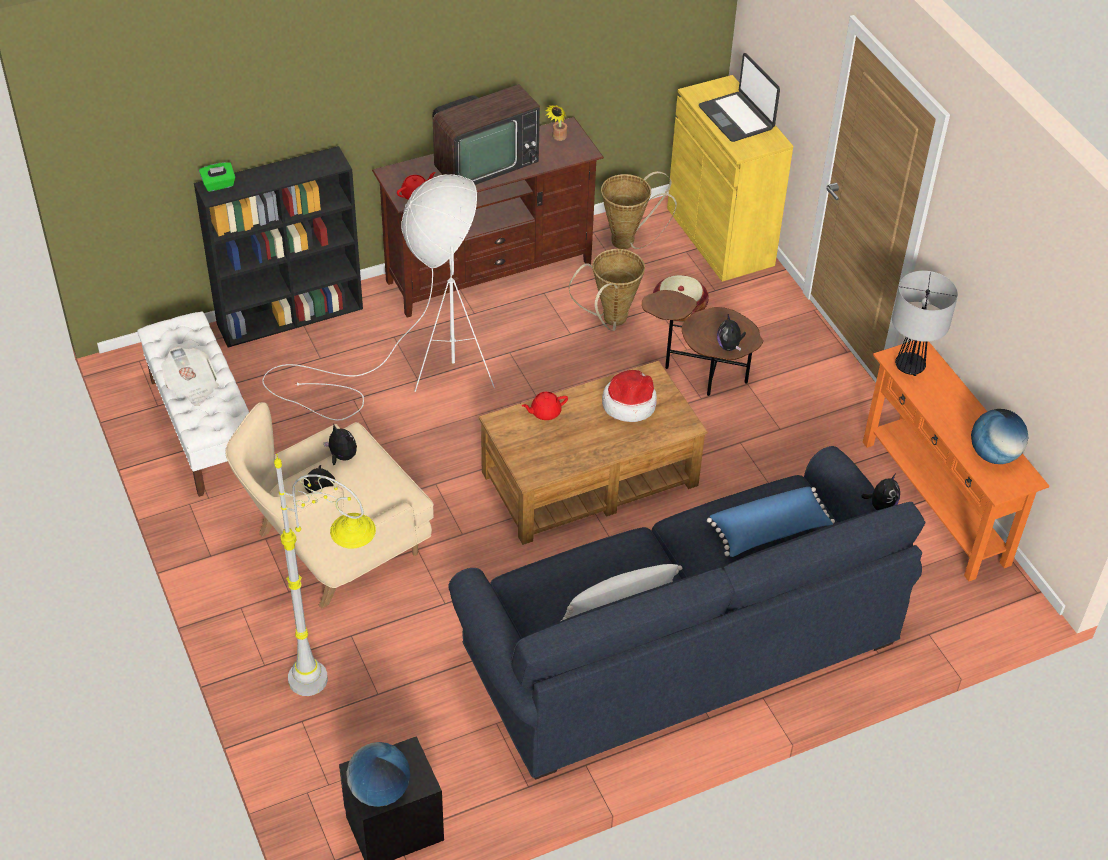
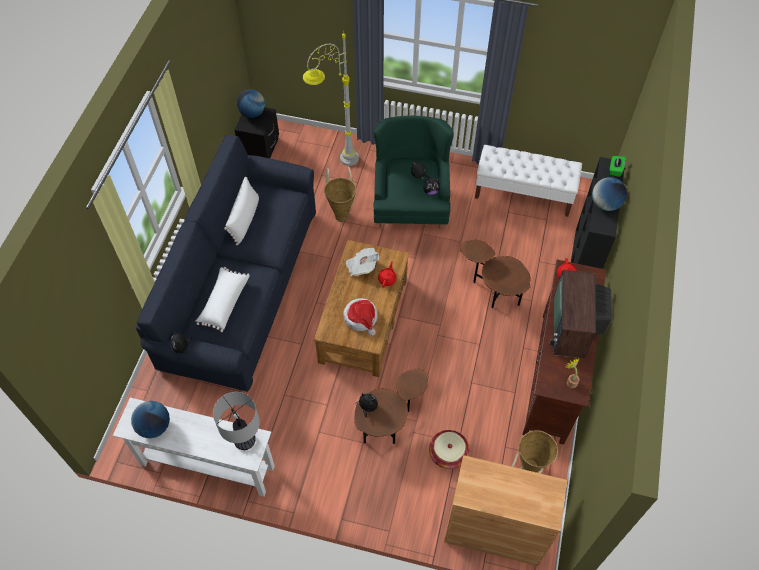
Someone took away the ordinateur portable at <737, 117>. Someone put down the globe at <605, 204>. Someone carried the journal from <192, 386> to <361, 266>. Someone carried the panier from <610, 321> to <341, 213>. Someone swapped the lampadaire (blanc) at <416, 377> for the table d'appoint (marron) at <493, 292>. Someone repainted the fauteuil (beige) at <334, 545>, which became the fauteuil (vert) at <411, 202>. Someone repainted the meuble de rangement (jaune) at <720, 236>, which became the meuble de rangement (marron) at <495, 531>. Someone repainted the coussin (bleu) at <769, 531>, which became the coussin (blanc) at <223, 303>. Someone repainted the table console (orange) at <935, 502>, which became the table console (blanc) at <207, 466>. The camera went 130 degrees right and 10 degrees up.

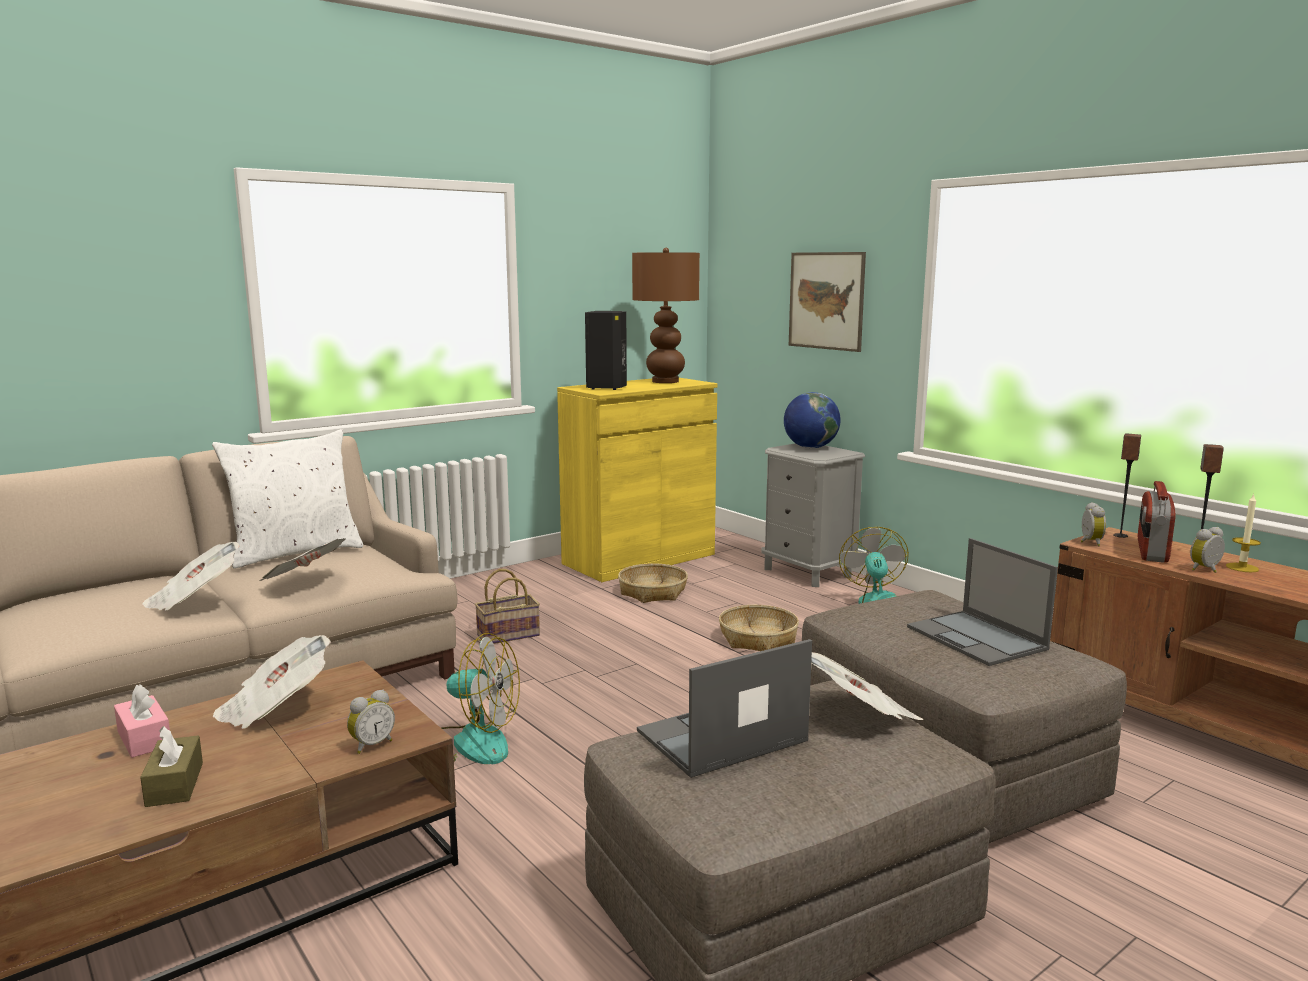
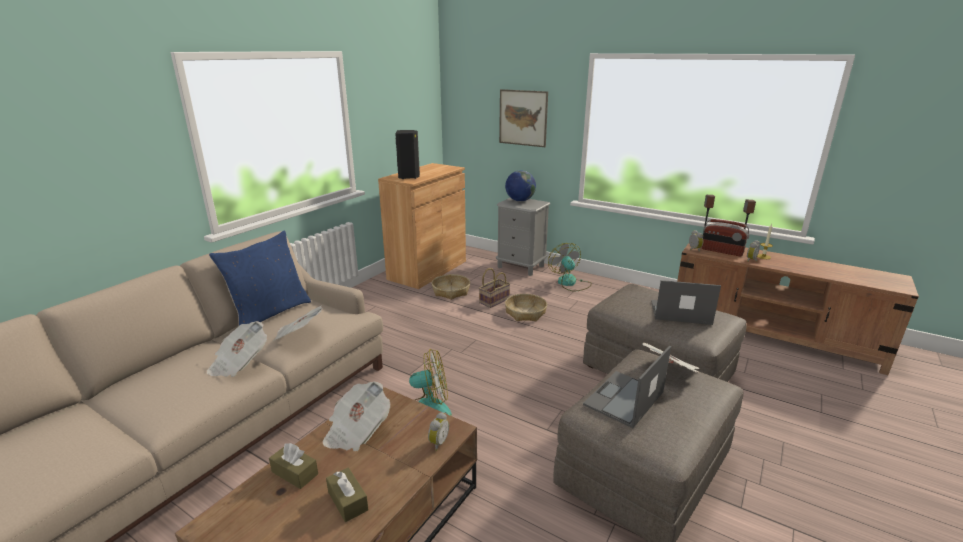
Someone took away the lampe de table (marron) at <665, 381>. Someone carried the panier from <509, 634> to <494, 300>. Someone repainted the boîte à mouchoirs (rose) at <144, 738>, which became the boîte à mouchoirs (marron) at <295, 473>. Someone repainted the coussin (blanc) at <295, 552>, which became the coussin (bleu) at <269, 313>. Someone repainted the meuble de rangement (jaune) at <639, 559>, which became the meuble de rangement (marron) at <427, 270>. Someone rotated the ordinateur portable at <977, 638> by 150 degrees clockwise. Someone rotated the radio at <1151, 551> by 60 degrees counterclockwise. The camera went 20 degrees left and 10 degrees up.

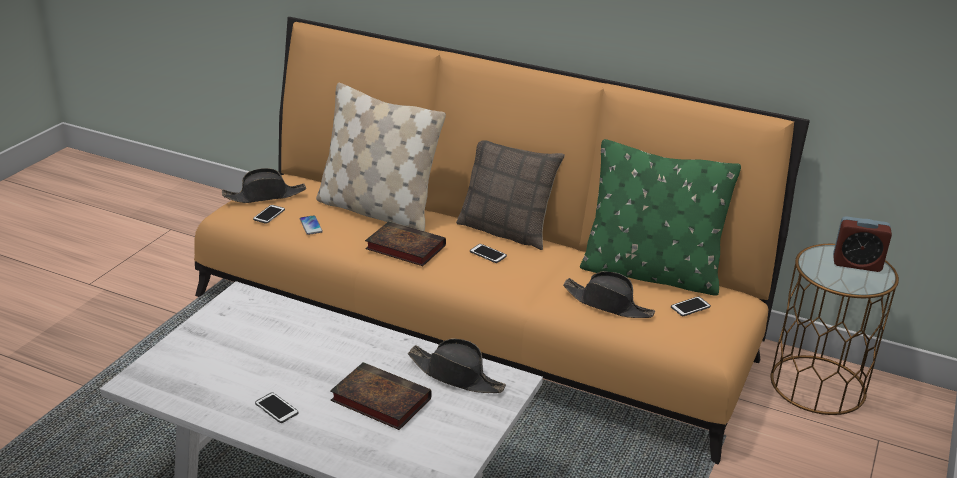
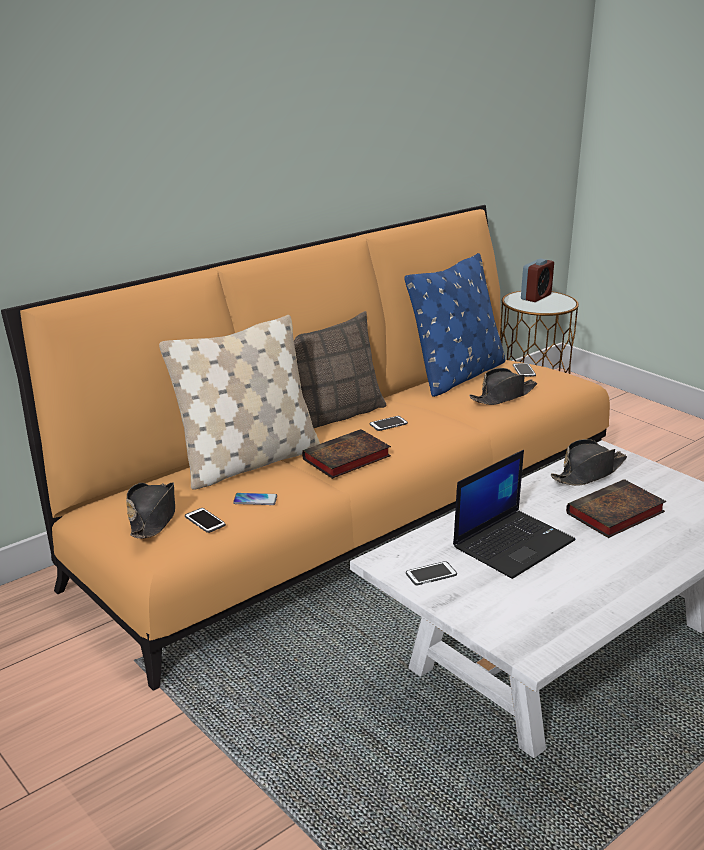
Someone put down the ordinateur portable at <513, 543>. Someone carried the téléphone from <276, 408> to <431, 574>. Someone repainted the coussin (vert) at <650, 273>, which became the coussin (bleu) at <457, 376>. The camera went 65 degrees left and 5 degrees down.

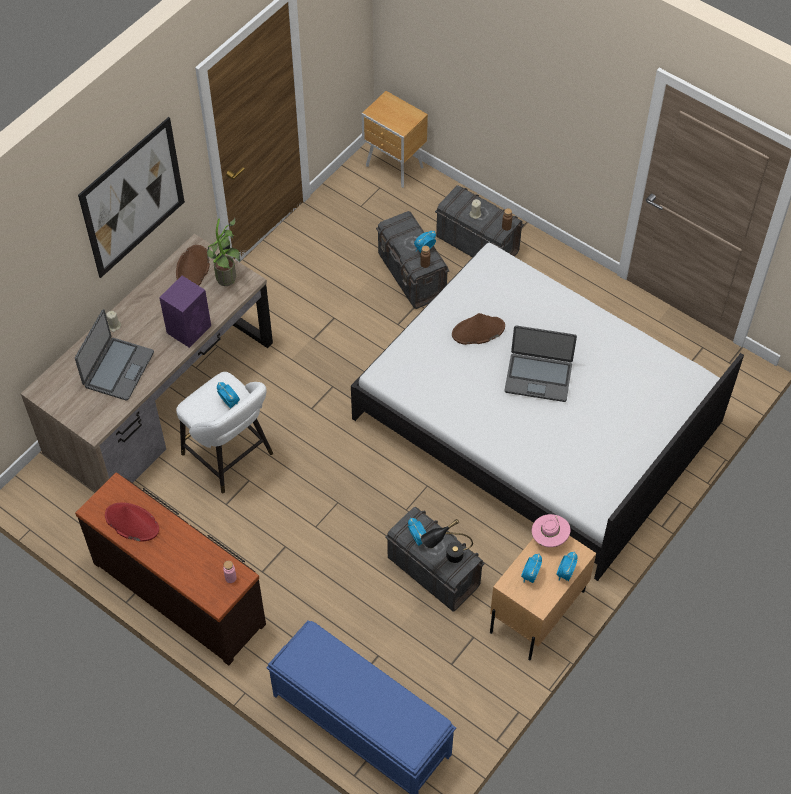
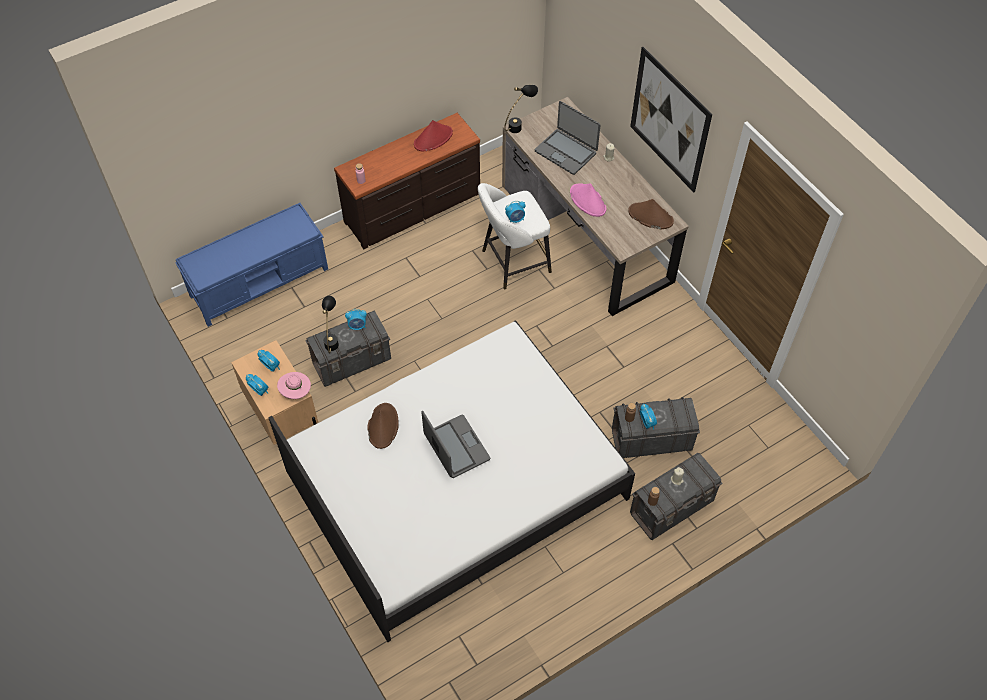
Someone took away the plante en pot at <228, 280>. Someone took away the table de chevet (marron) at <395, 168>. Someone put down the lampe de table (noir) at <519, 125>. Someone carried the chapeau (marron) from <478, 331> to <383, 426>. Someone swapped the enceinte (violet) at <189, 328> for the chapeau (rose) at <588, 201>. Someone rotated the ordinateur portable at <538, 377> by 120 degrees clockwise. The camera went 110 degrees right and 0 degrees up.

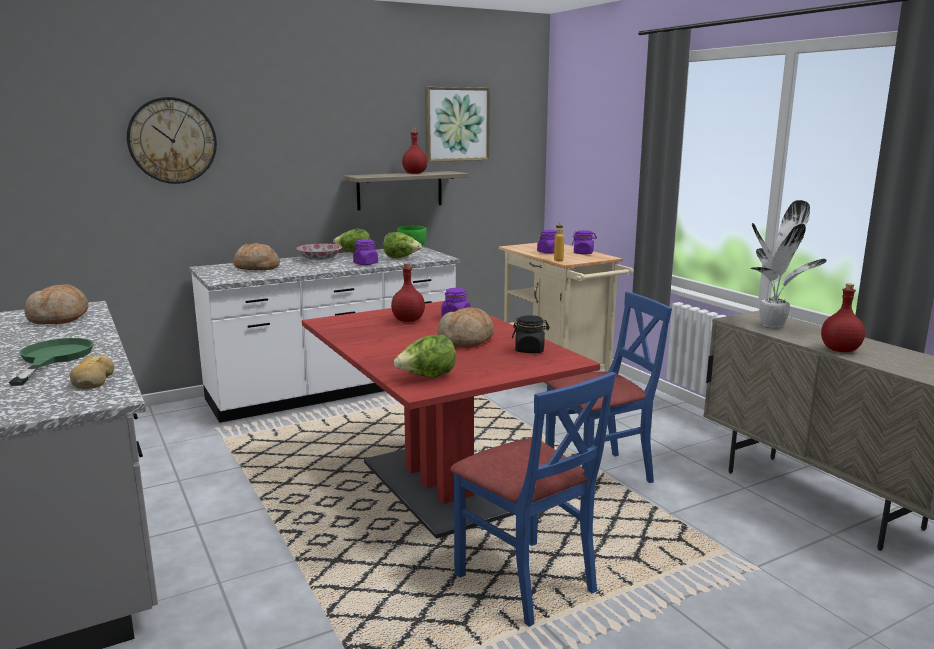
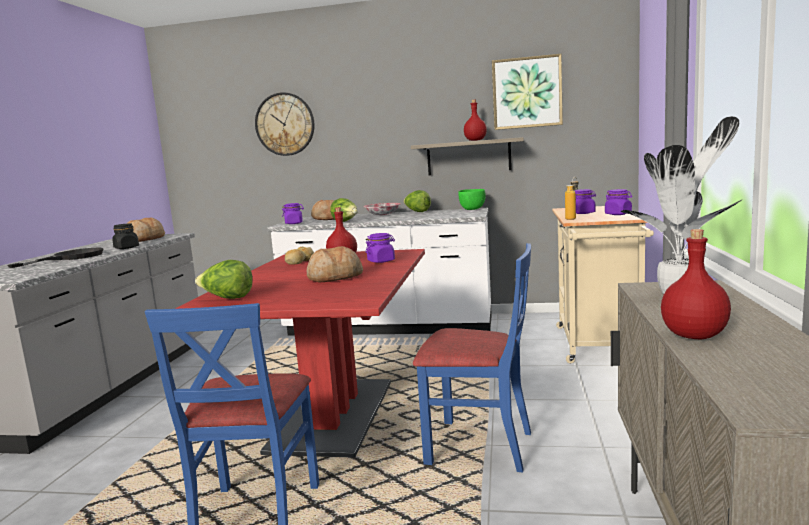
Someone carried the pain from <93, 381> to <299, 261>. Someone carried the bocal (violet) from <366, 264> to <294, 223>. Someone carried the laitue from <401, 258> to <345, 221>. Someone carried the bocal (noir) from <530, 350> to <126, 248>. Someone repainted the poêle (vert) at <52, 358>, which became the poêle (noir) at <70, 258>. The camera went 40 degrees right and 5 degrees down.

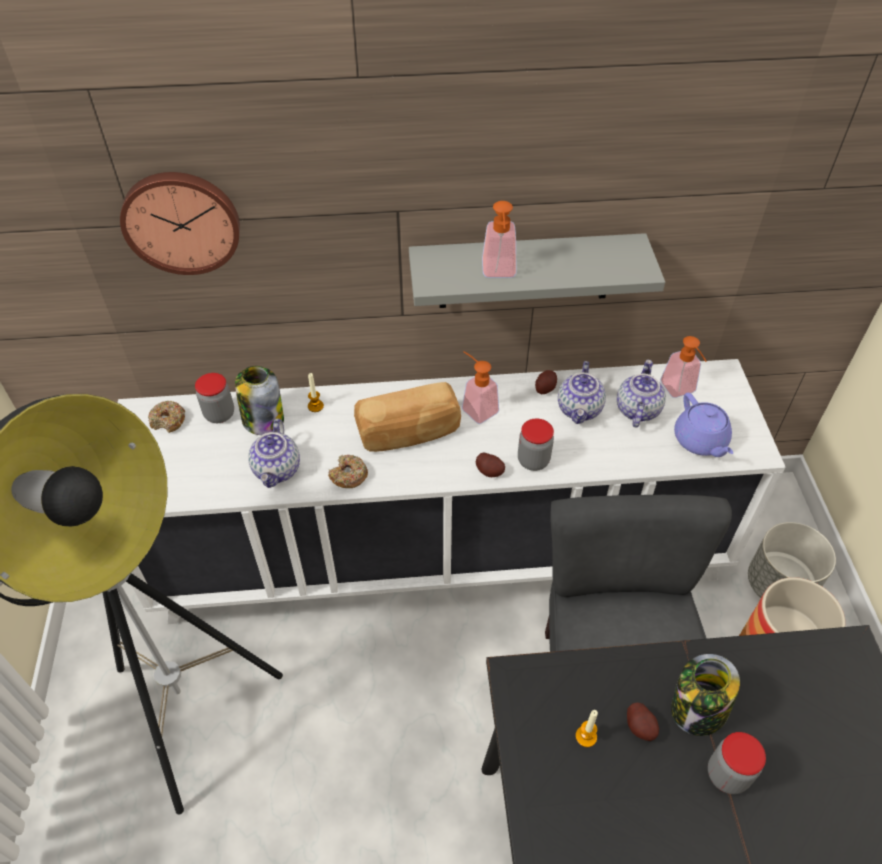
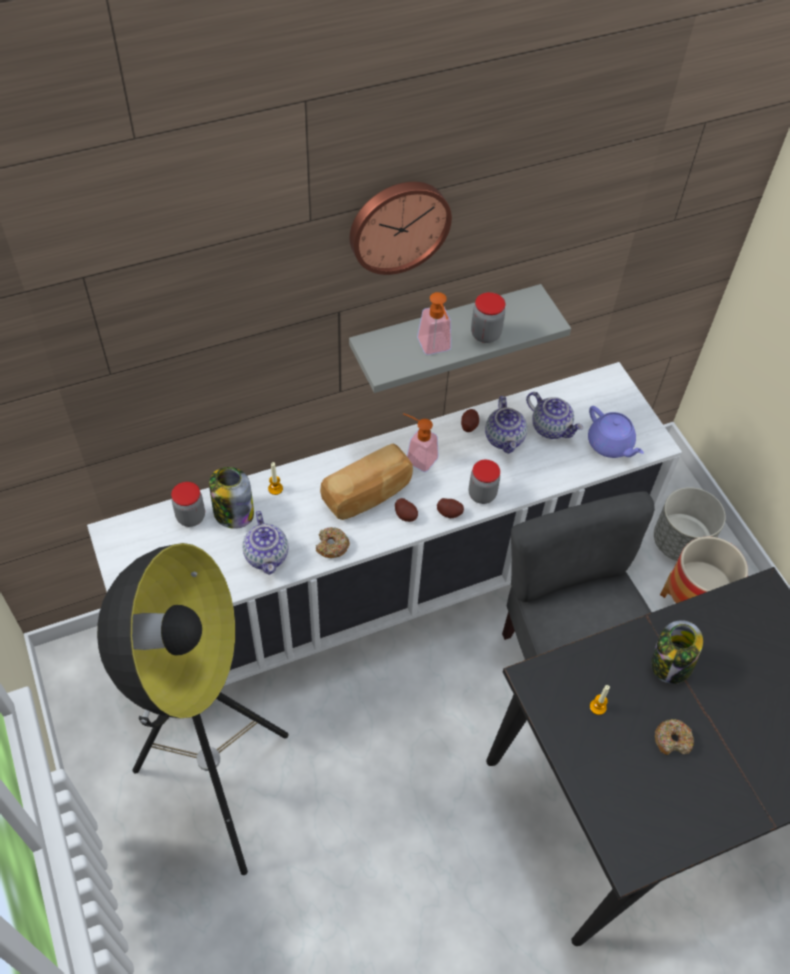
Someone took away the distributeur de savon at <680, 391>. Someone carried the horloge murale from <181, 221> to <398, 225>. Someone carried the beignet from <168, 421> to <672, 740>. Someone carried the pomme de terre from <640, 727> to <406, 515>. Someone carried the bocal from <727, 774> to <485, 334>. Someone rotated the théière at <637, 409> by 135 degrees clockwise. The camera went 20 degrees left and 5 degrees up.

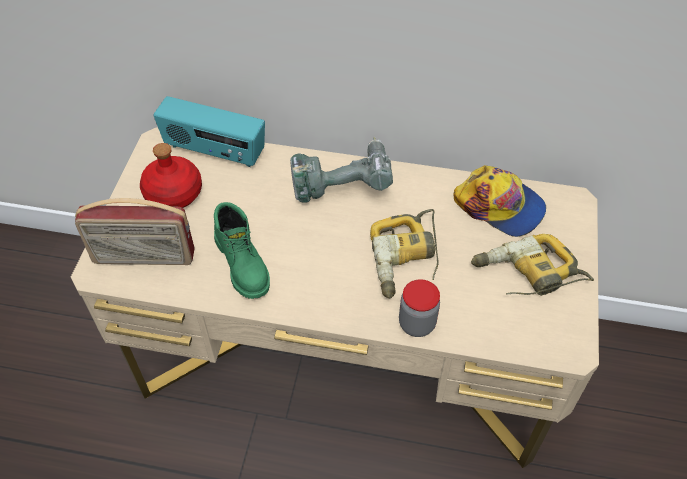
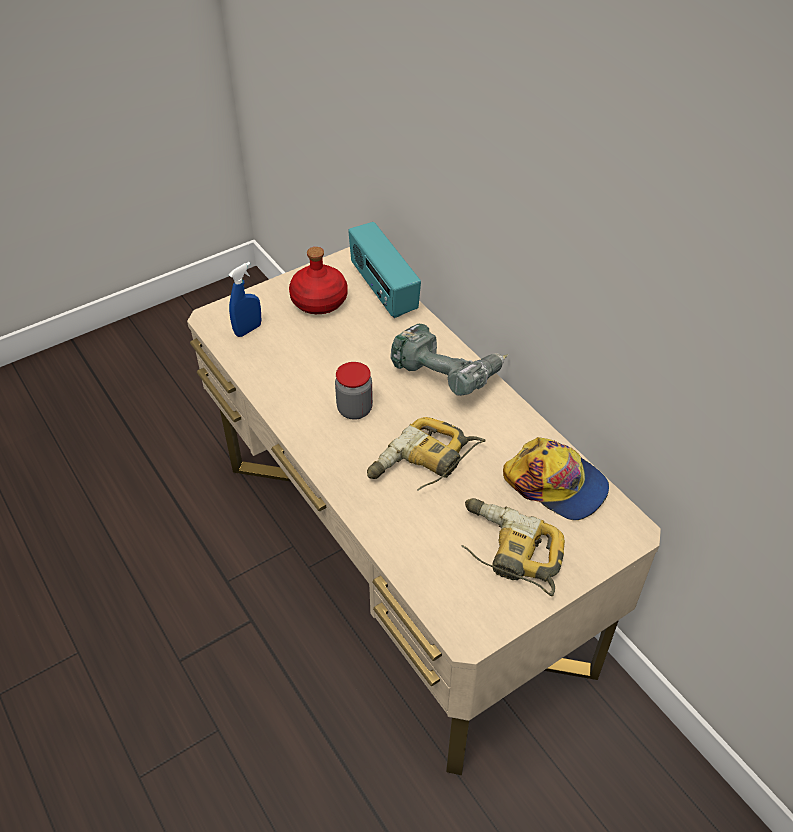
Someone took away the botte (vert) at <243, 264>. Someone carried the bocal from <417, 324> to <354, 409>. Someone swapped the radio at <143, 258> for the vaporisateur (bleu) at <248, 330>. Someone rotated the casquette at <500, 206> by 45 degrees counterclockwise. The camera went 45 degrees right and 5 degrees down.

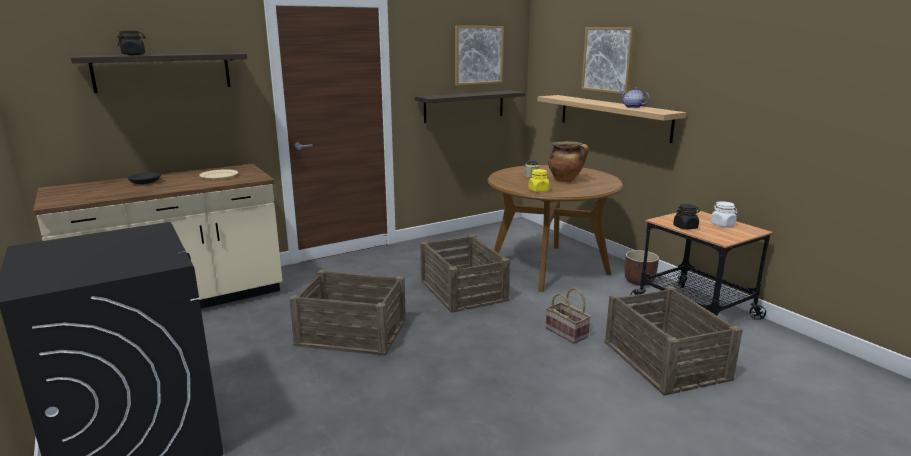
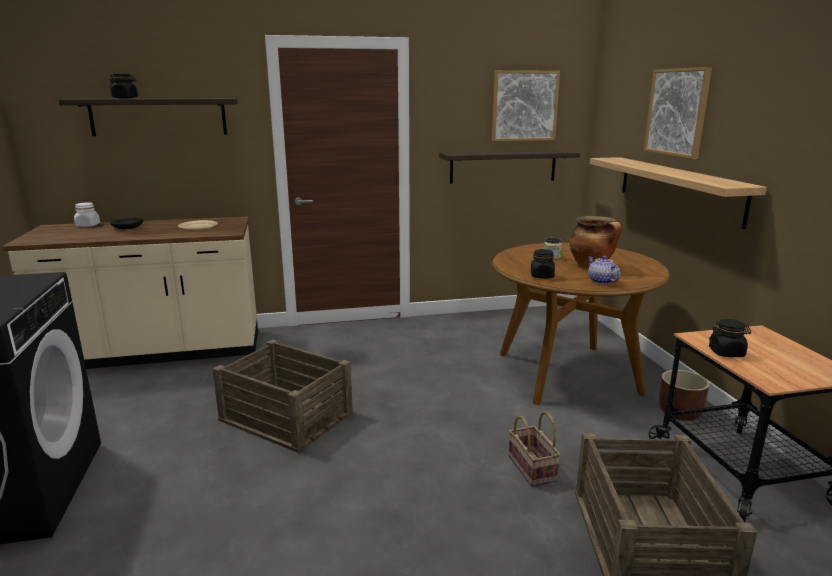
Someone took away the caisse at <462, 290>. Someone carried the théière from <633, 107> to <601, 281>. Someone carried the bocal (blanc) from <722, 224> to <88, 225>. Someone repainted the bocal (jaune) at <538, 190>, which became the bocal (noir) at <542, 276>. The camera went 20 degrees right and 0 degrees up.

